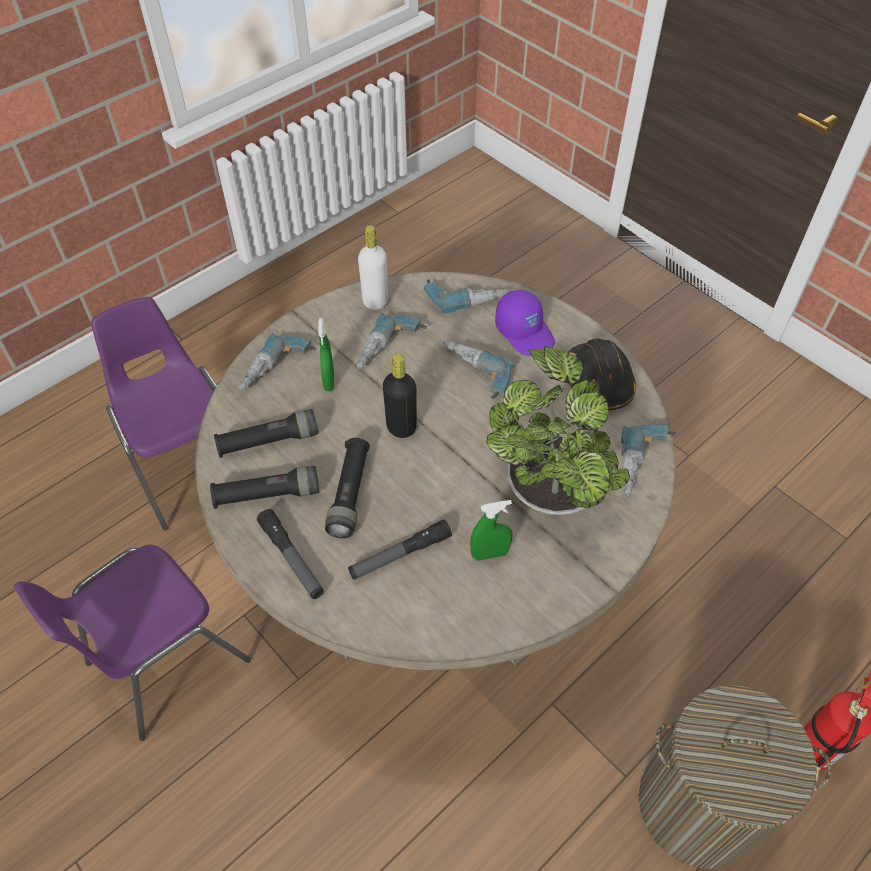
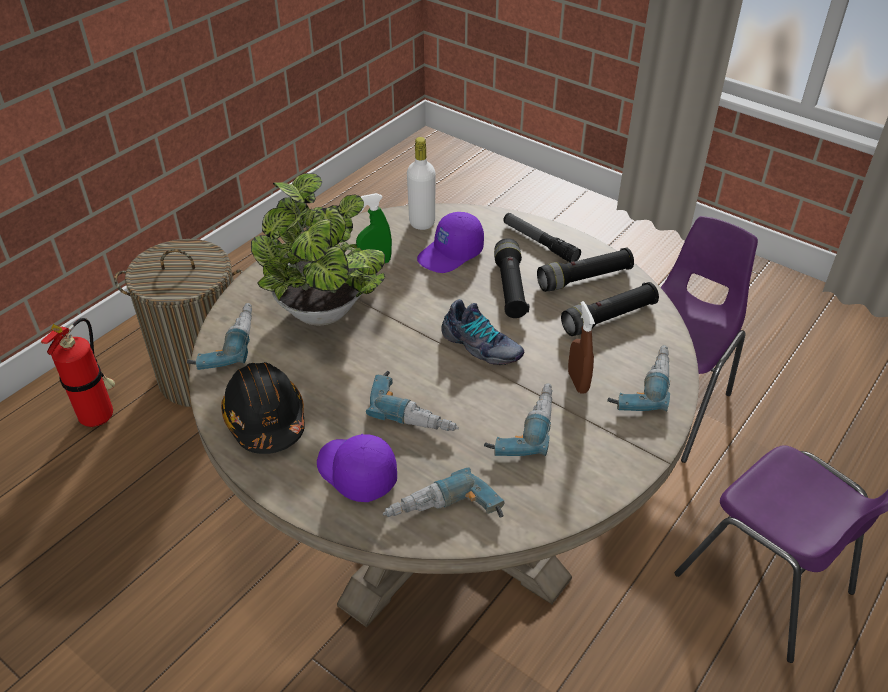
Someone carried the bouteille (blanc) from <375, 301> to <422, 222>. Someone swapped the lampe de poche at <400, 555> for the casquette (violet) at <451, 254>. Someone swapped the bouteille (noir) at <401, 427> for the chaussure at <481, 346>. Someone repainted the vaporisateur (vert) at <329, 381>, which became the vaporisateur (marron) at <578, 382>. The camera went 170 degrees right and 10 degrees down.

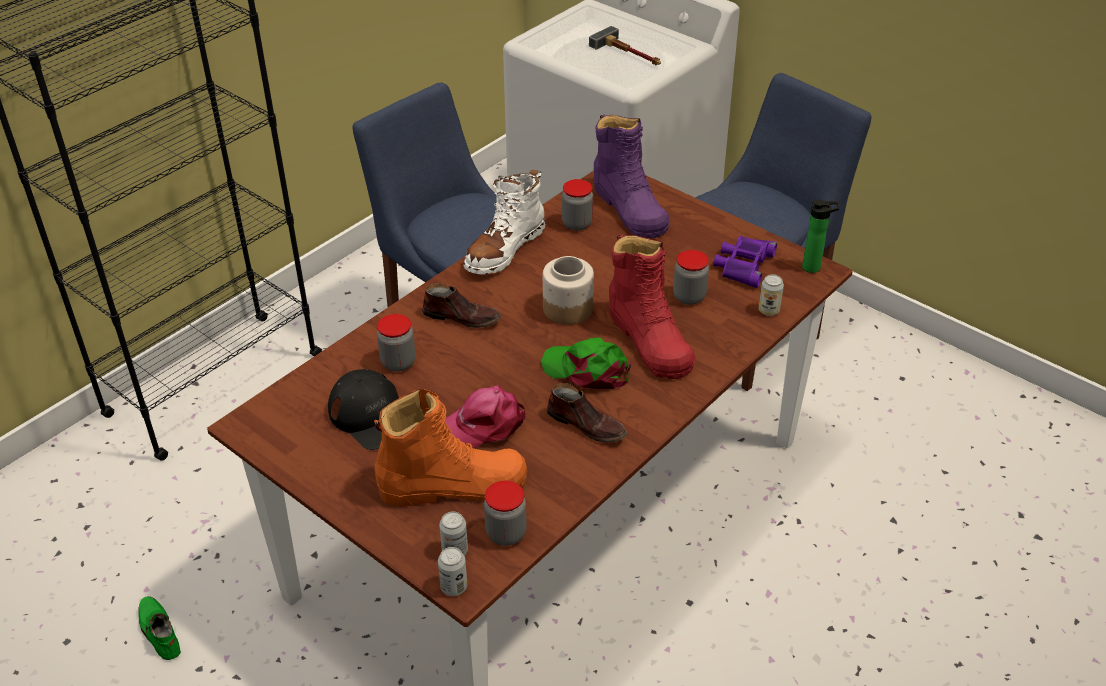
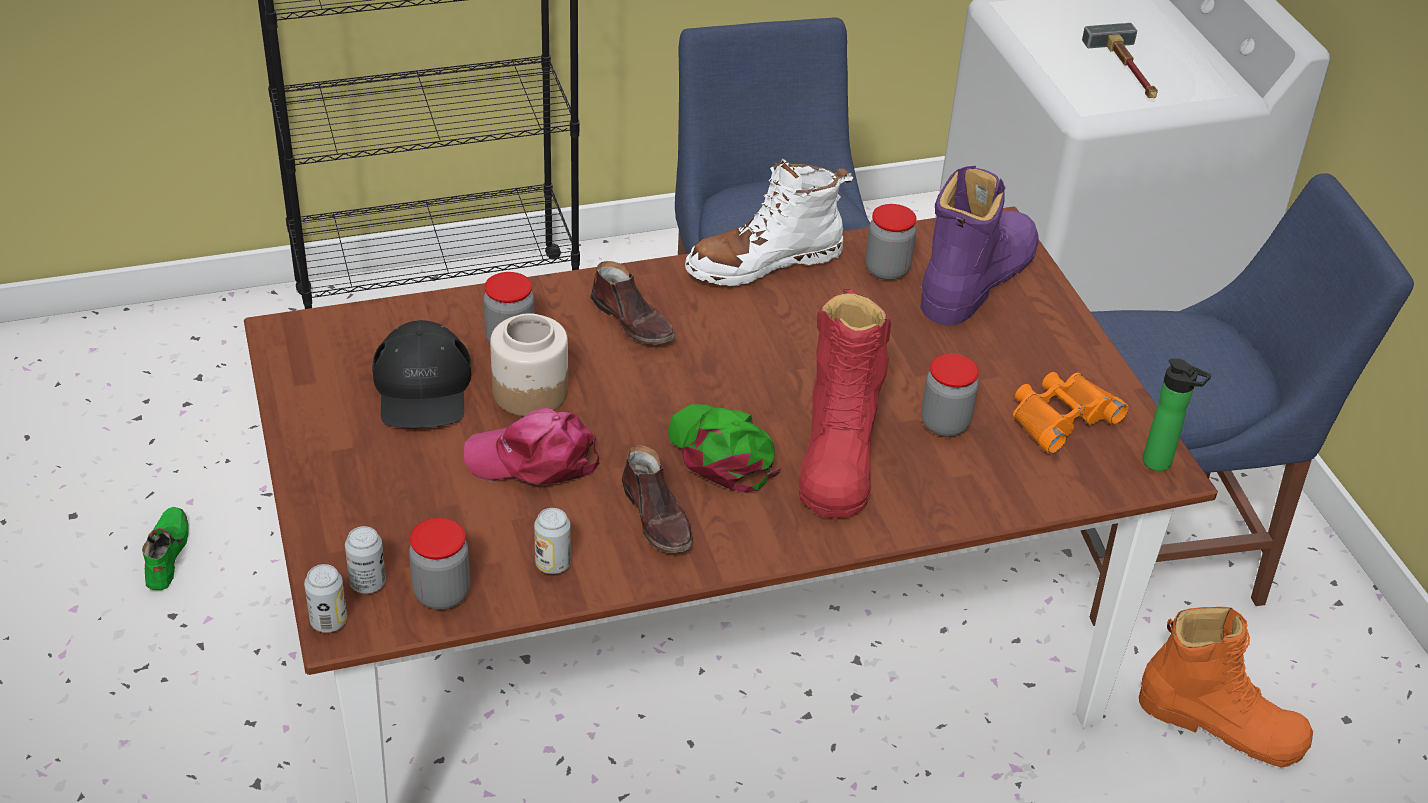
Someone carried the botte (orange) from <453, 485> to <1221, 723>. Someone carried the bocal from <567, 309> to <529, 392>. Someone carried the boîte métallique from <768, 310> to <553, 564>. Someone repainted the jumelles (violet) at <743, 265>, which became the jumelles (orange) at <1061, 416>. Someone rotated the botte (violet) at <629, 208> by 150 degrees counterclockwise. The camera went 30 degrees right and 0 degrees up.

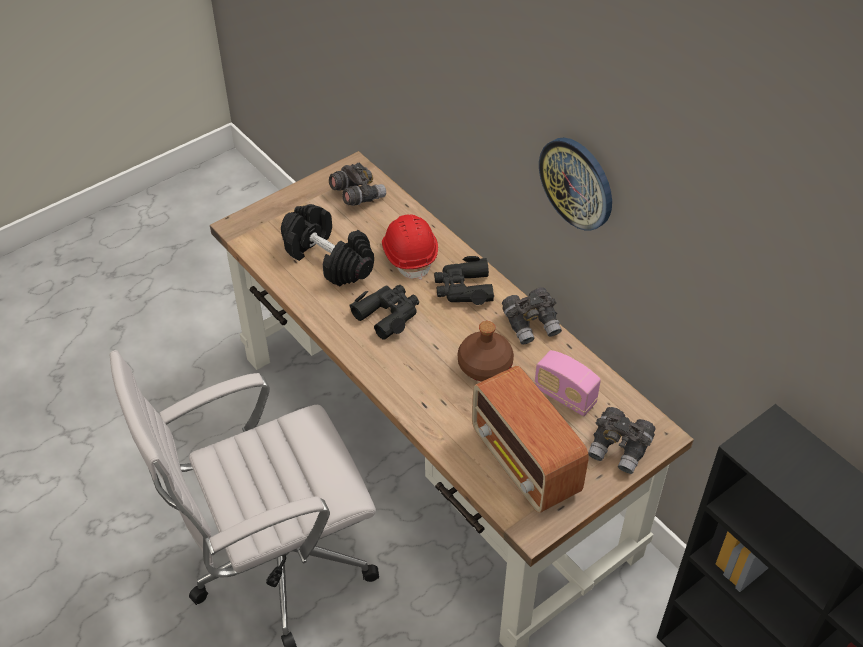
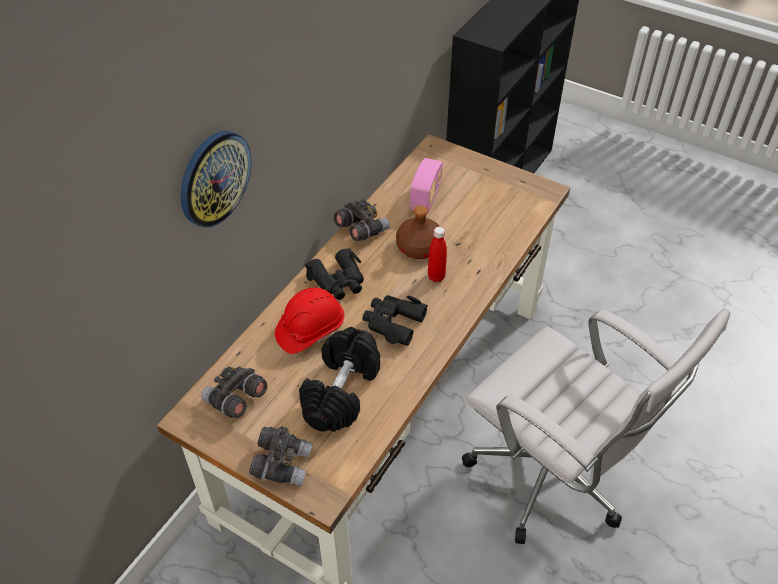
Someone took away the radio at <525, 464>. Someone put down the bouteille (rouge) at <436, 277>. Someone carried the horloge murale from <577, 183> to <214, 178>. Someone carried the jumelles (gris) from <619, 448> to <282, 464>. The camera went 110 degrees left and 0 degrees up.

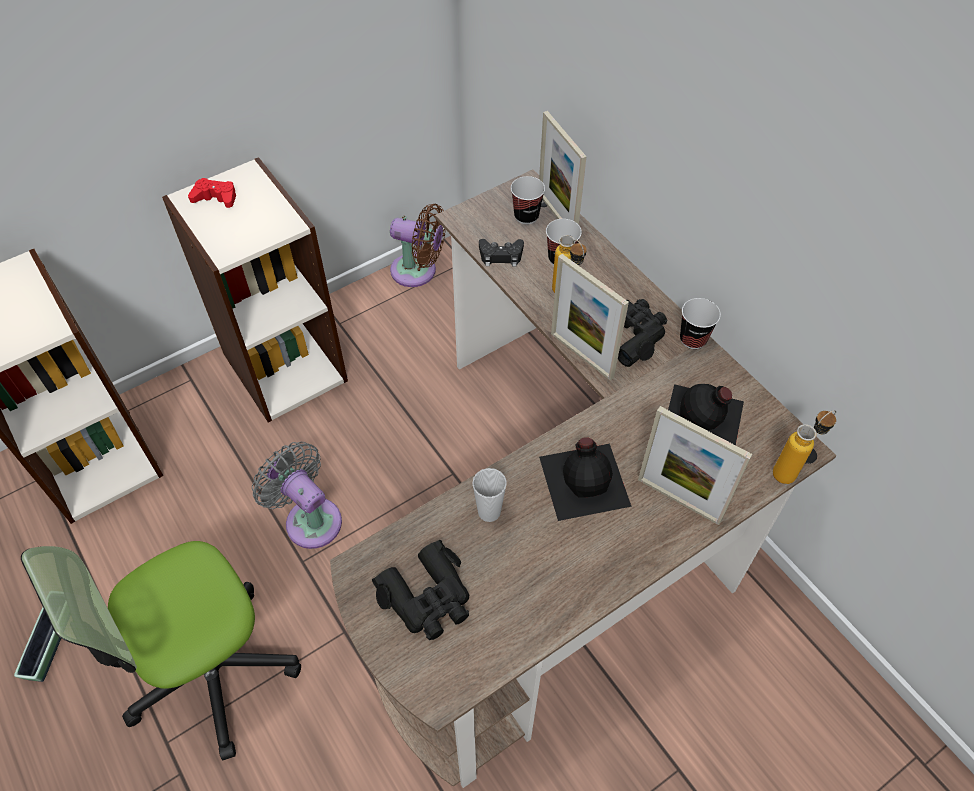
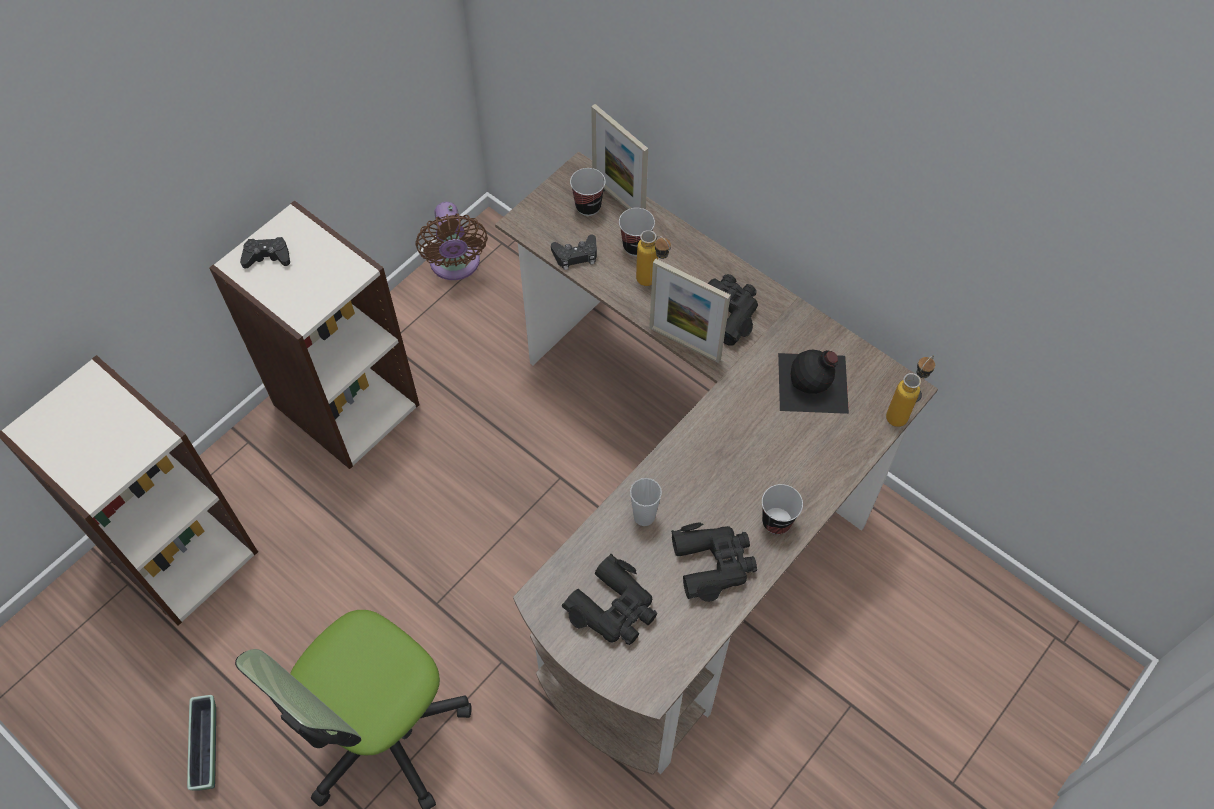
Someone took away the ventilateur (gris) at <309, 518>. Someone took away the bouteille (noir) at <585, 479>. Someone took away the cadre photo at <679, 500>. Someone put down the jumelles (noir) at <713, 563>. Someone carried the tasse from <693, 339> to <776, 522>. Someone repainted the manette (rouge) at <215, 197>, which became the manette (noir) at <267, 257>. Someone rotated the ventilateur (marron) at <418, 271> by 75 degrees clockwise. The camera went 15 degrees left and 5 degrees up.

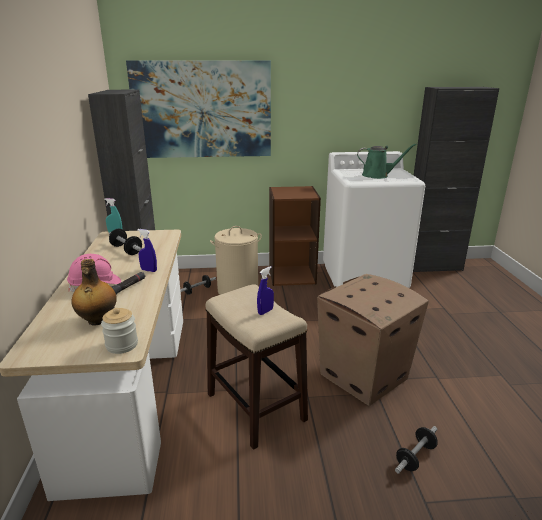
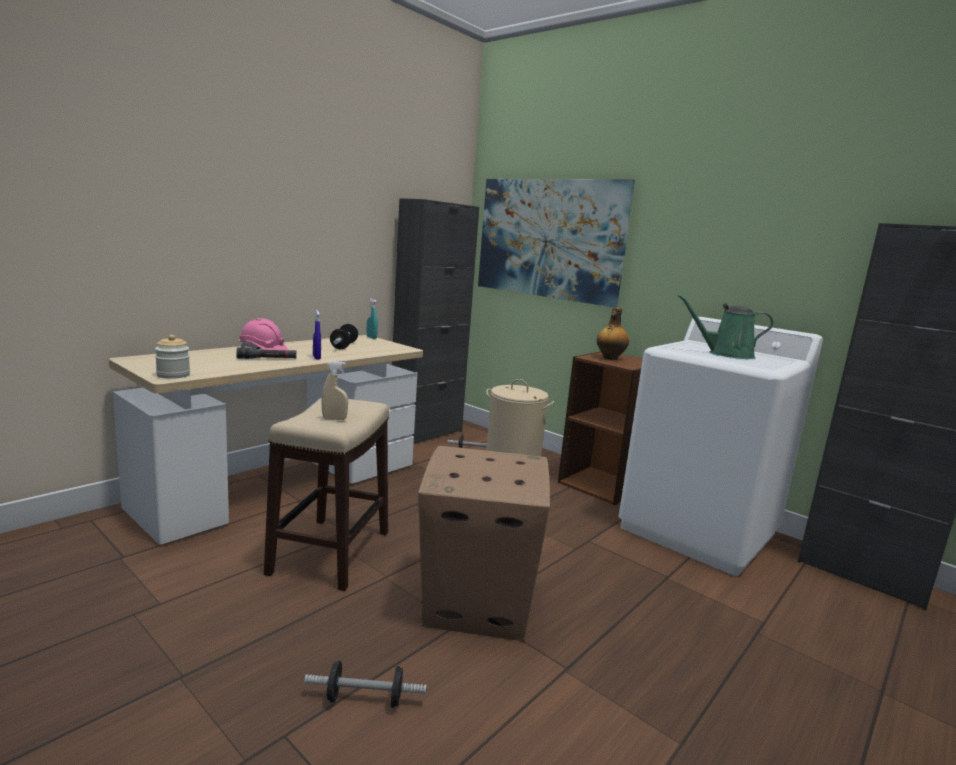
Someone carried the bouteille from <97, 320> to <609, 358>. Someone repainted the vaporisateur (bleu) at <265, 311>, which became the vaporisateur (beige) at <334, 419>. Someone rotated the arrosoir (vert) at <378, 175> by 135 degrees clockwise. The camera went 45 degrees right and 10 degrees down.

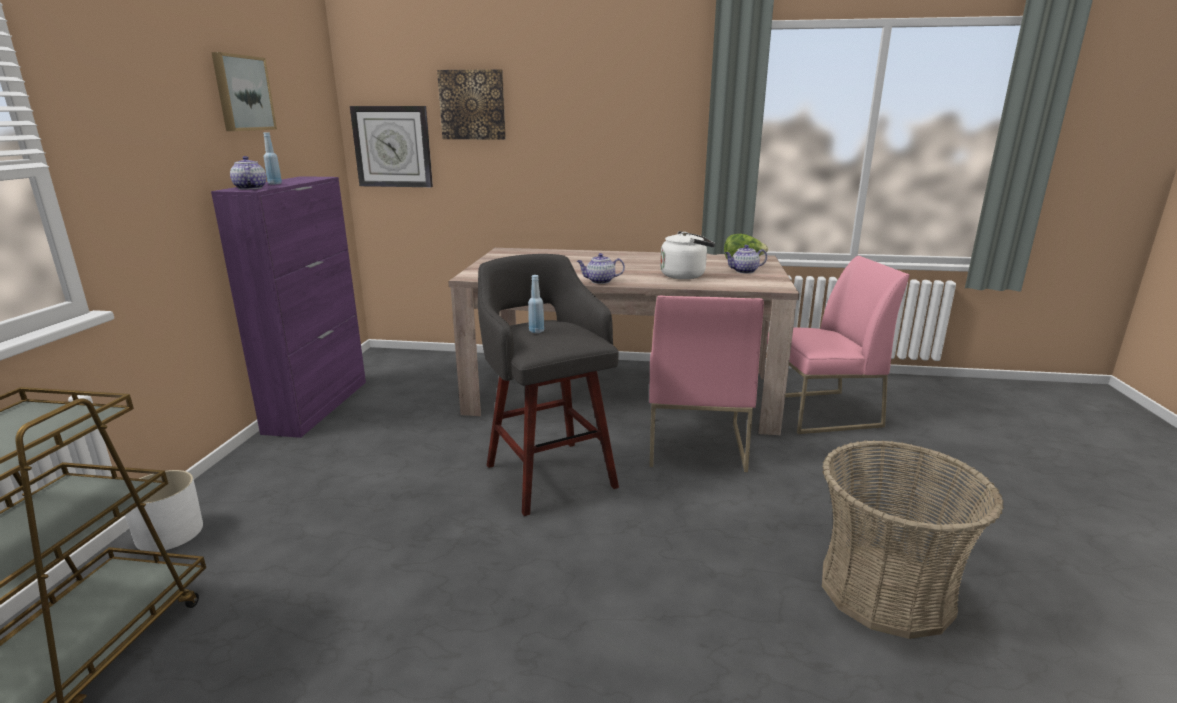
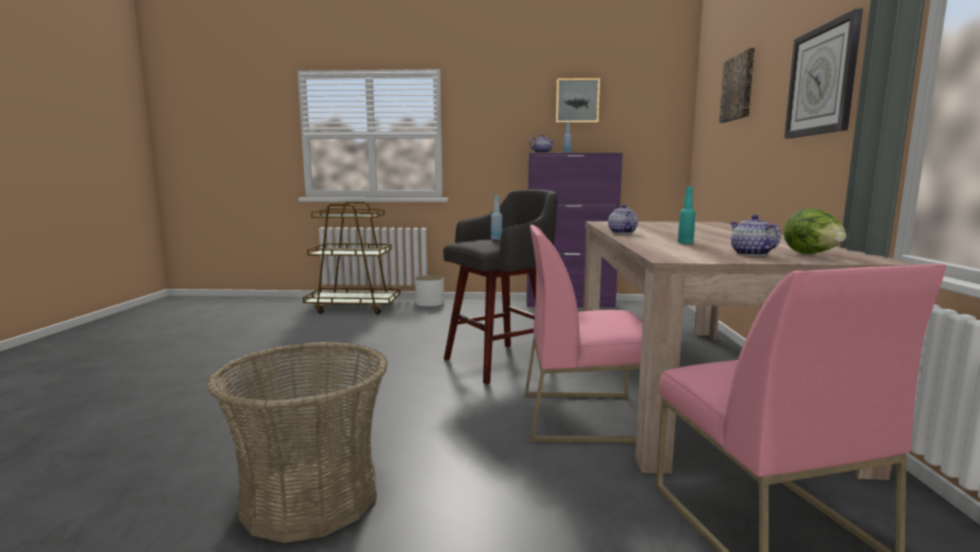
Someone carried the horloge murale from <392, 147> to <822, 81>. Someone swapped the bouilloire (blanc) at <685, 275> for the bouteille (turquoise) at <685, 243>. The camera went 85 degrees right and 10 degrees down.

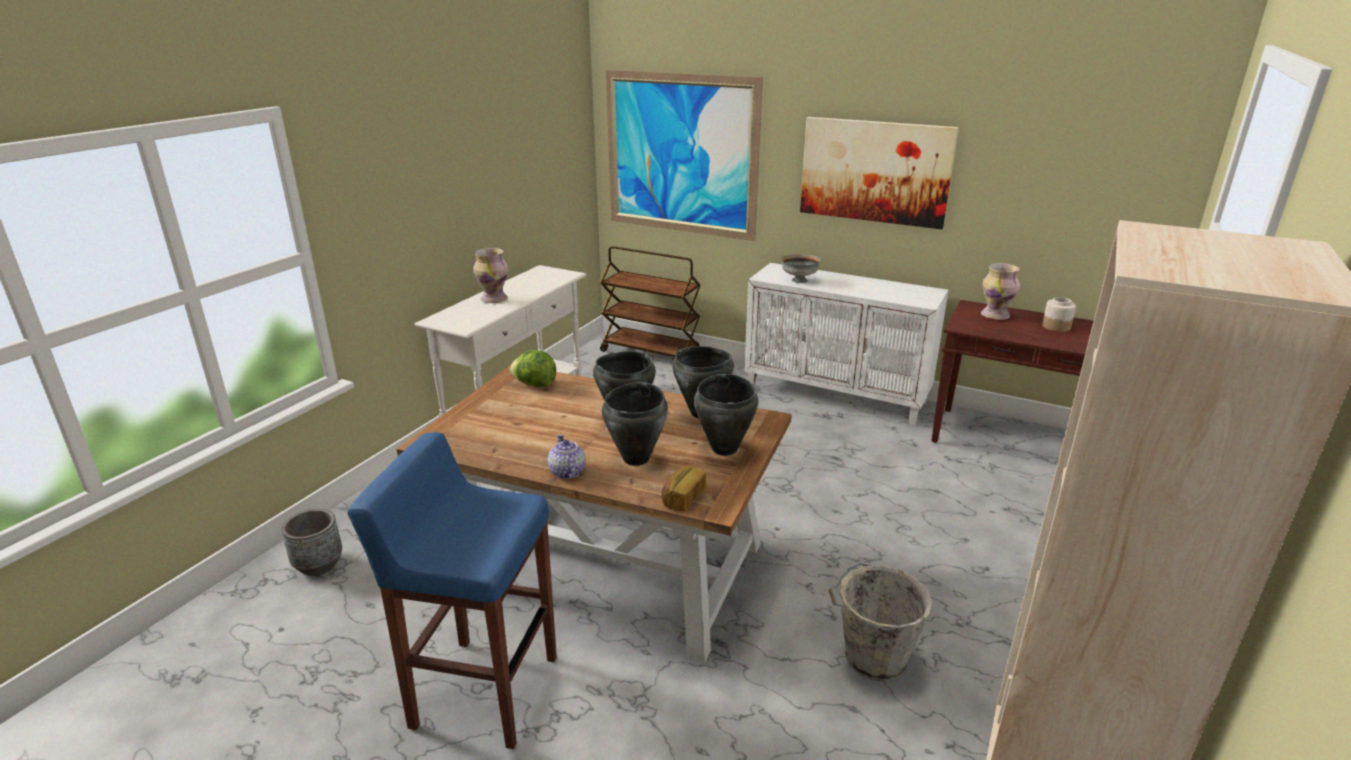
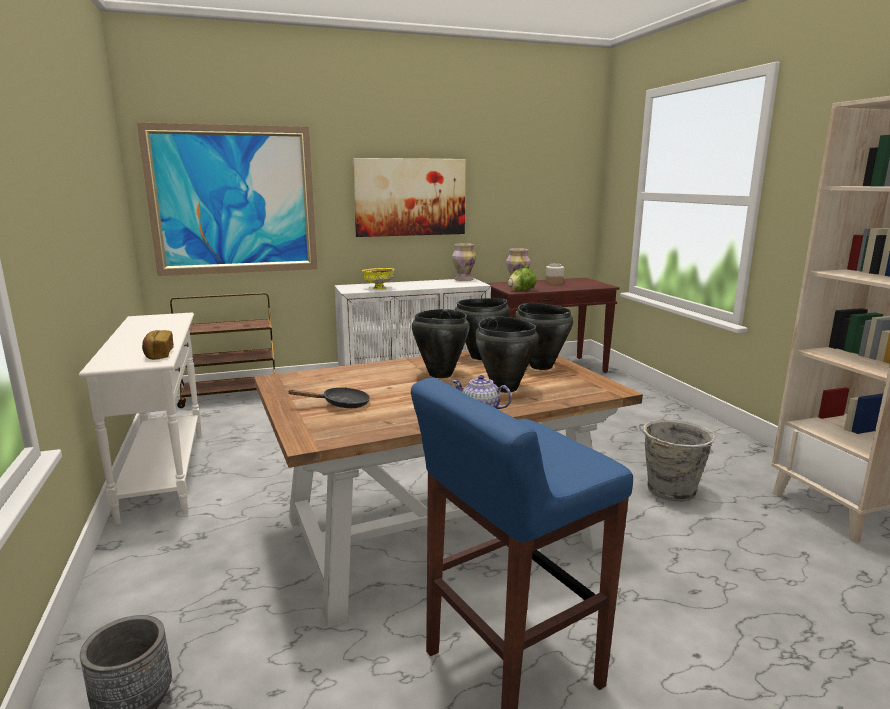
Someone put down the poêle (noir) at <341, 404>. Someone carried the vase from <494, 299> to <463, 280>. Someone carried the laitue from <535, 384> to <521, 290>. Someone carried the pain from <682, 499> to <158, 355>. Someone repainted the bol (gris) at <799, 280>, which became the bol (jaune) at <378, 288>. The camera went 45 degrees left and 10 degrees down.

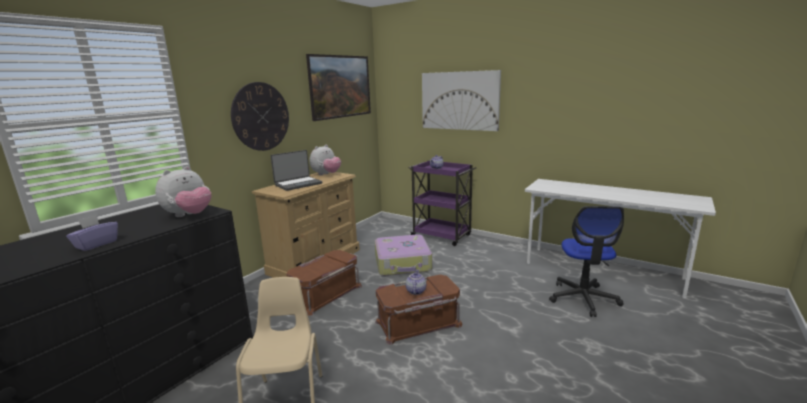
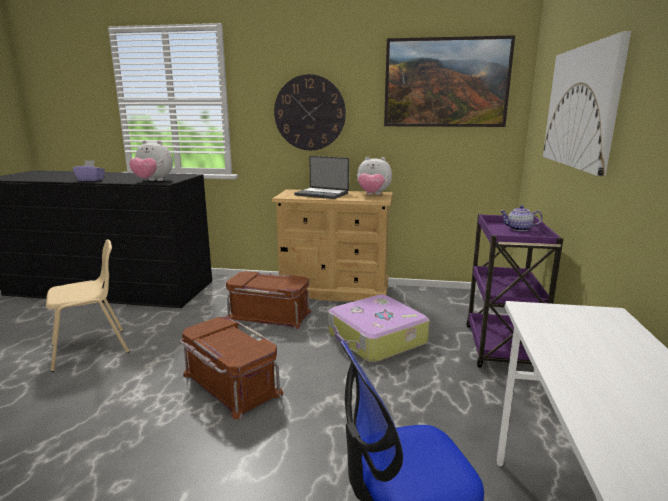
Someone took away the théière at <415, 291>. The camera went 65 degrees right and 0 degrees up.

